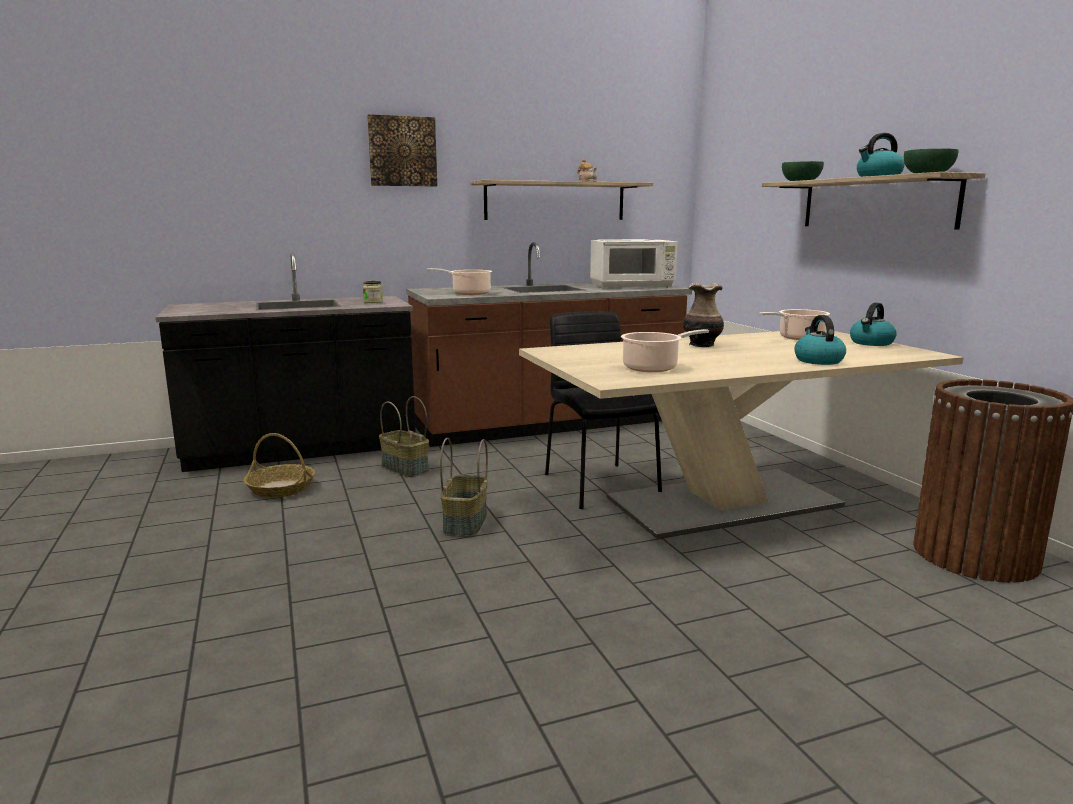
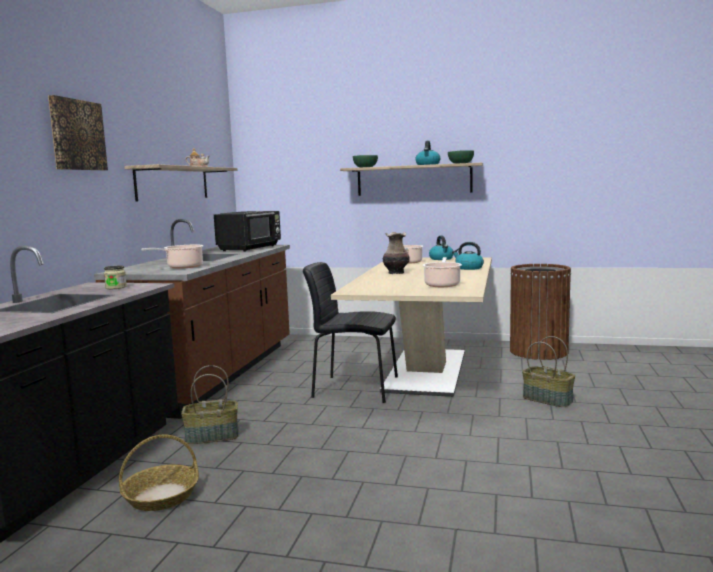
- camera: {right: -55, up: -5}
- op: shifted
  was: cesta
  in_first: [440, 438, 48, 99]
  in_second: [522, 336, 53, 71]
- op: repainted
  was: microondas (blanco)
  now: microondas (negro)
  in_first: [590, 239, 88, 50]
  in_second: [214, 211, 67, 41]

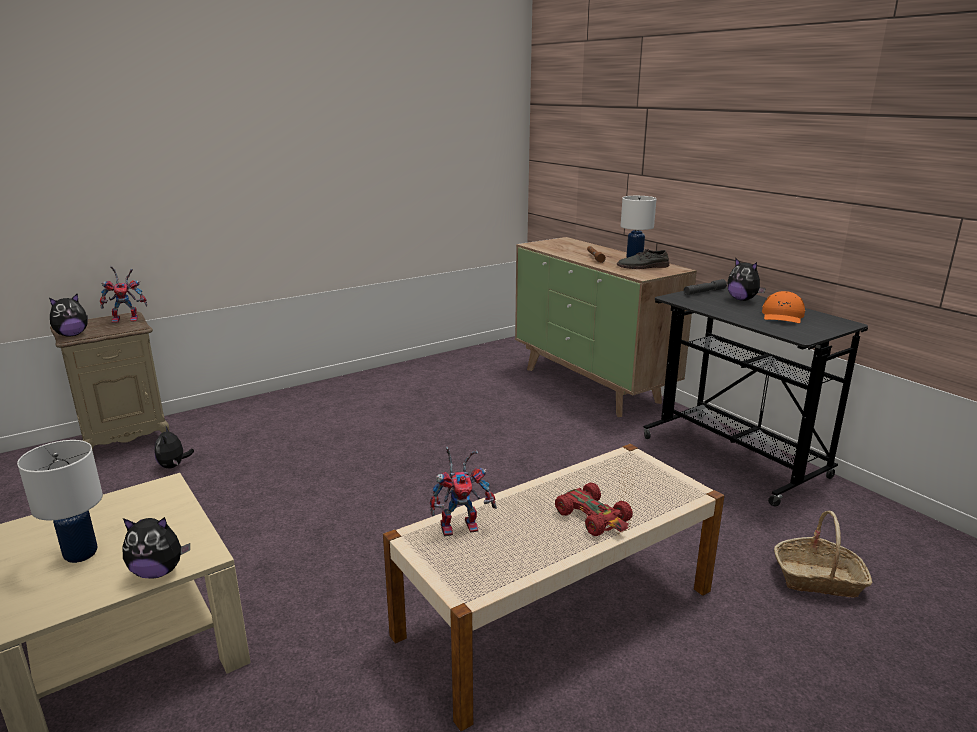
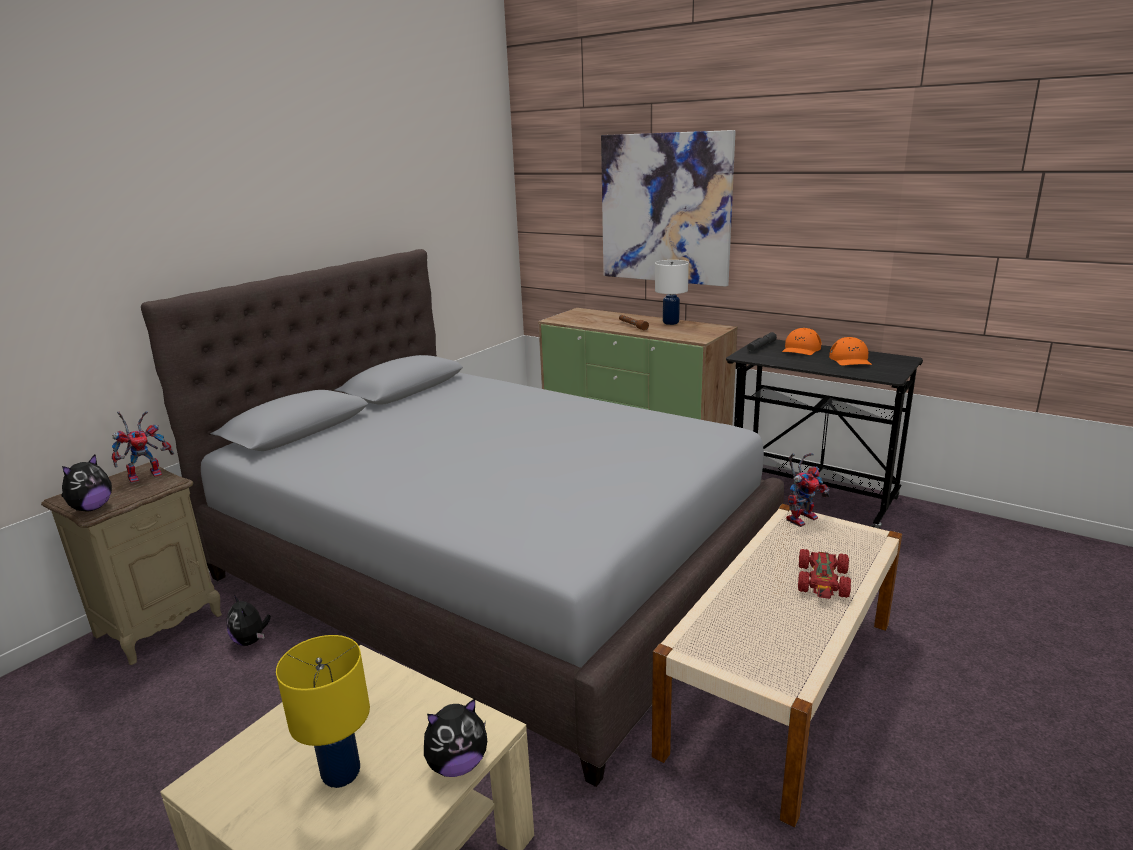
- camera: {right: -20, up: 0}
- op: gone
  was: zapato (gris)
  in_first: [617, 249, 52, 20]
- op: gone
  was: cesta
  in_first: [774, 511, 99, 87]
- op: new
  now: cama (gris)
  in_second: [141, 249, 643, 538]
- op: new
  now: cuadro
  in_second: [601, 130, 135, 157]
- op: shifted
  was: robot de juguete
  in_first: [430, 447, 67, 89]
  in_second: [786, 453, 44, 74]
- op: swapped
  was: peluche
  now: gorra (naranja)
  in_first: [727, 259, 39, 42]
  in_second: [782, 328, 39, 27]
- op: repainted
  was: lámpara de mesa (blanco)
  now: lámpara de mesa (amarillo)
  in_first: [17, 440, 86, 123]
  in_second: [276, 635, 94, 153]
- op: rotated
  was: coche de juguete (rojo)
  in_first: [555, 483, 78, 53]
  in_second: [798, 549, 53, 50]
  clockwise: 75

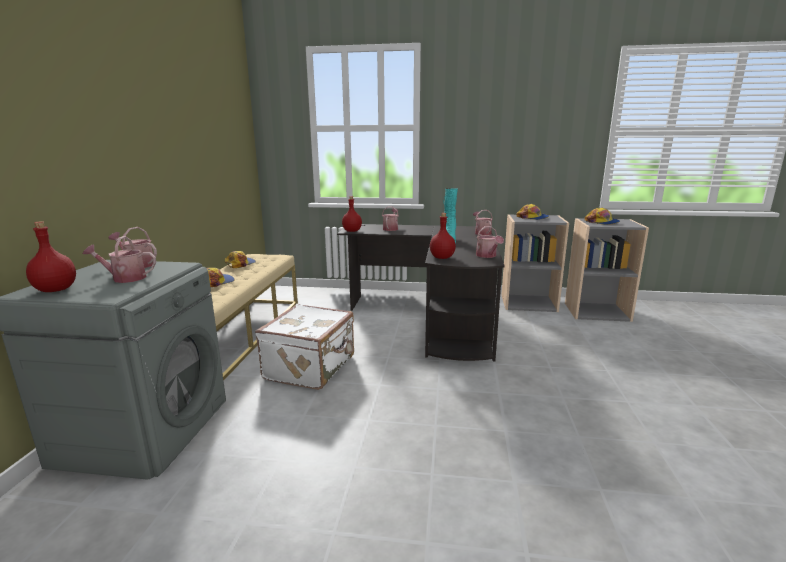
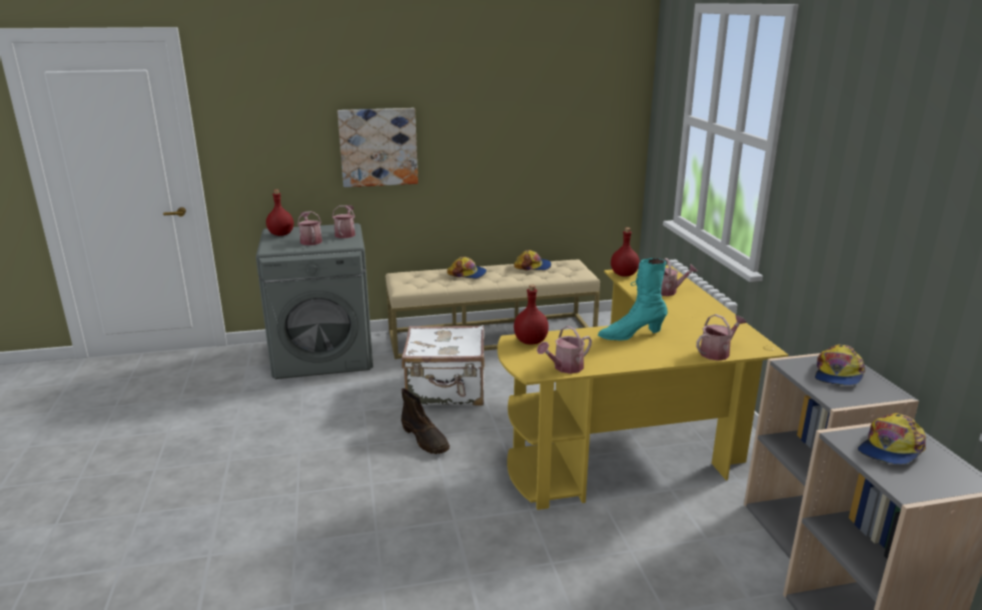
- camera: {right: 70, up: 5}
- op: new
  now: cuadro
  in_second: [337, 108, 81, 79]
- op: new
  now: bota (marrón)
  in_second: [401, 388, 49, 66]
- op: repainted
  was: escritorio (negro)
  now: escritorio (amarillo)
  in_first: [337, 224, 168, 137]
  in_second: [498, 265, 290, 245]

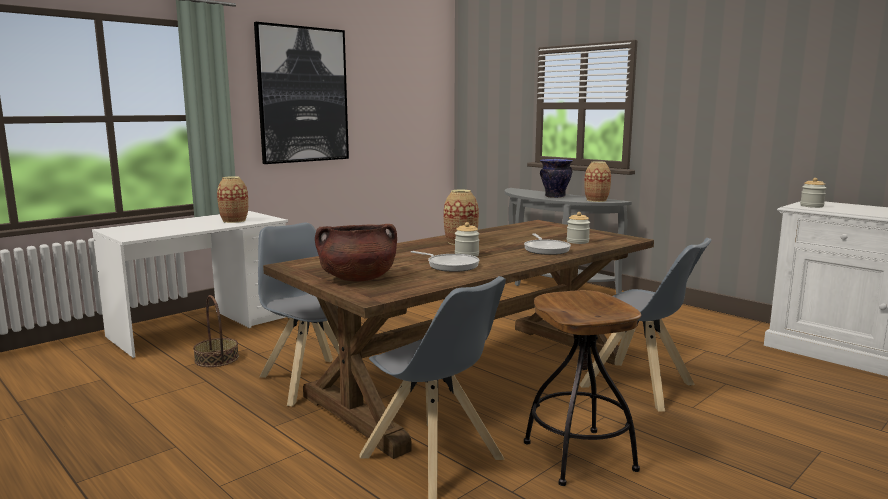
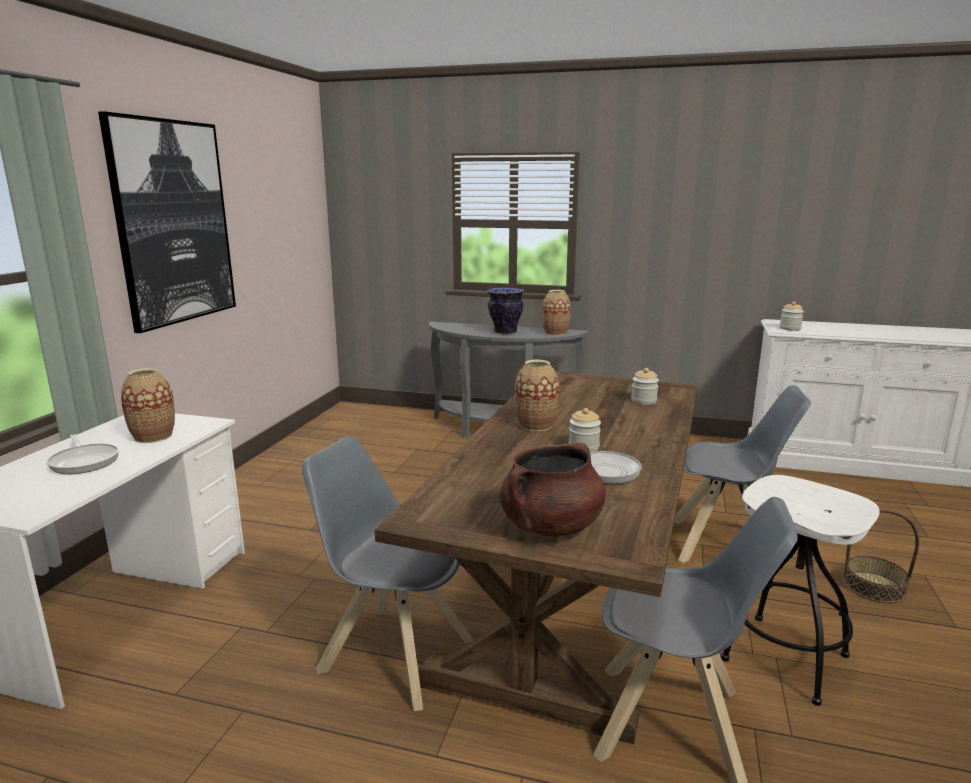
- camera: {right: -30, up: 5}
- op: shifted
  was: cesta
  in_first: [193, 295, 46, 72]
  in_second: [843, 509, 76, 94]
- op: shifted
  was: sartén
  in_first: [524, 234, 47, 21]
  in_second: [47, 434, 72, 40]
- op: repainted
  was: taburete (marrón)
  now: taburete (blanco)
  in_first: [524, 290, 117, 196]
  in_second: [721, 475, 159, 231]

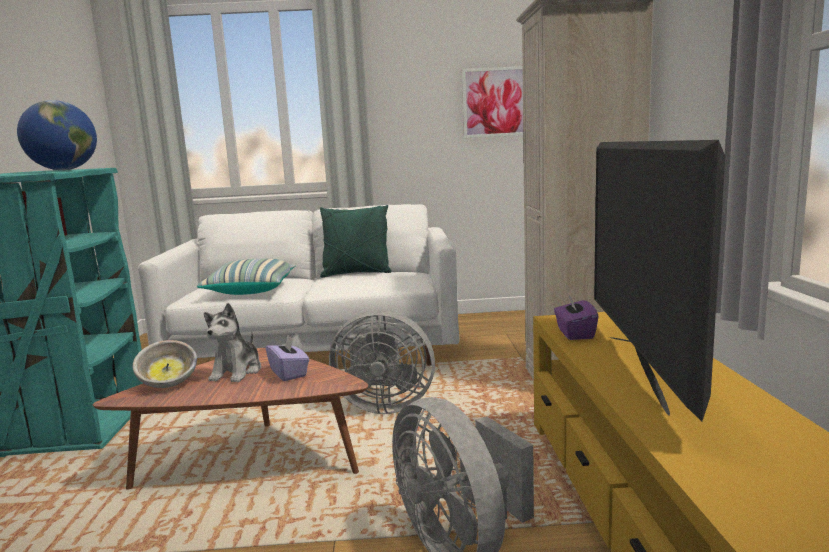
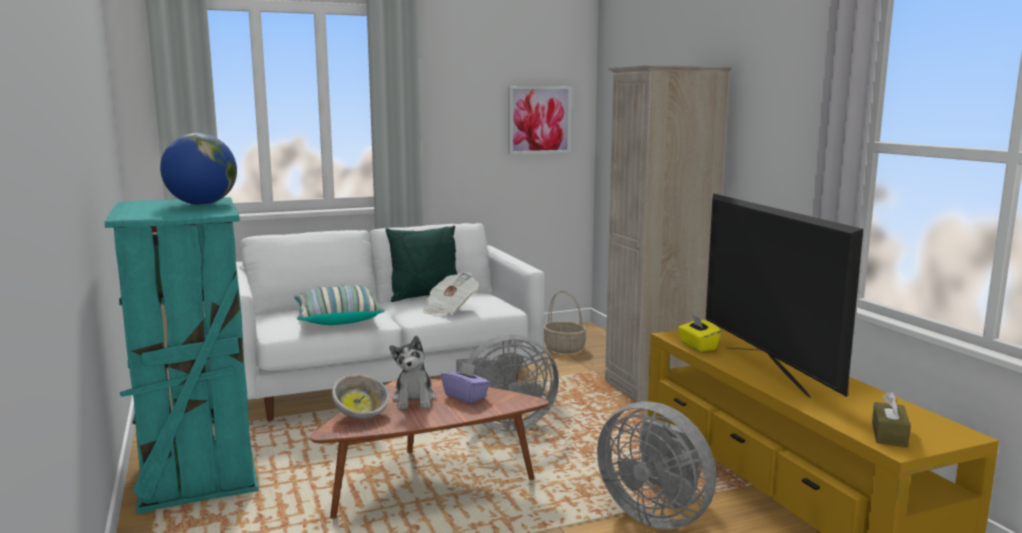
- camera: {right: -20, up: 0}
- op: new
  now: periódico
  in_second: [423, 272, 56, 43]
- op: new
  now: cesta
  in_second: [544, 290, 43, 64]
- op: new
  now: caja de pañuelos (marrón)
  in_second: [872, 391, 39, 56]
- op: repainted
  was: caja de pañuelos (morado)
  now: caja de pañuelos (amarillo)
  in_first: [554, 294, 45, 46]
  in_second: [678, 314, 44, 38]

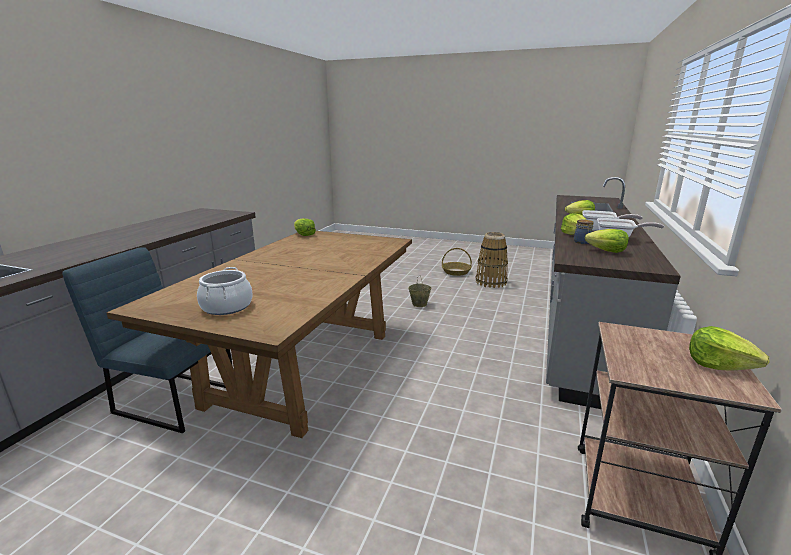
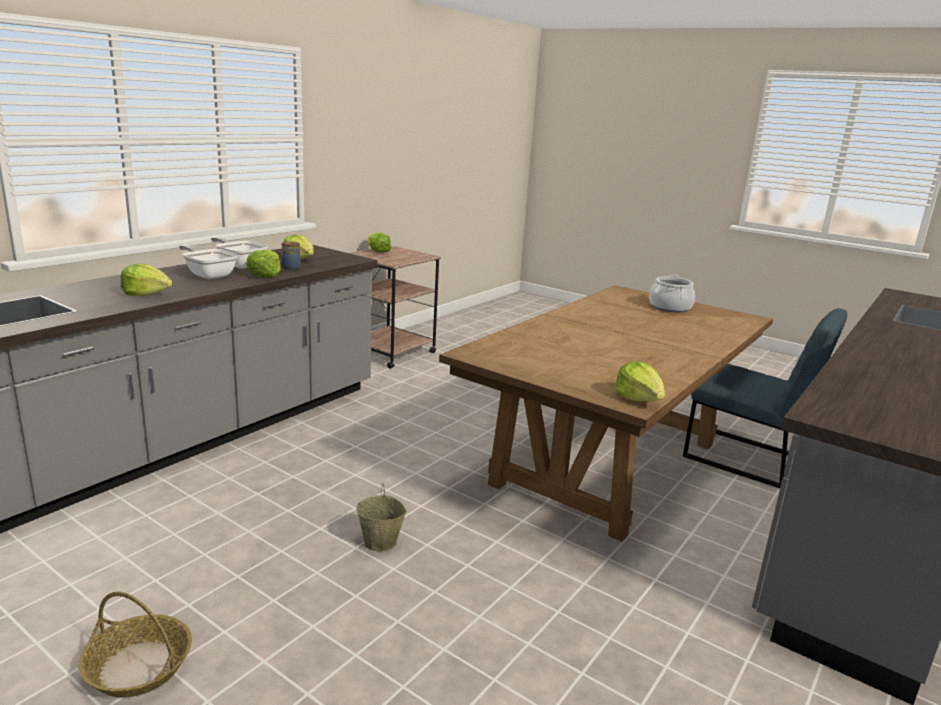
- camera: {right: -165, up: 0}
- op: gone
  was: cesta
  in_first: [476, 232, 32, 56]

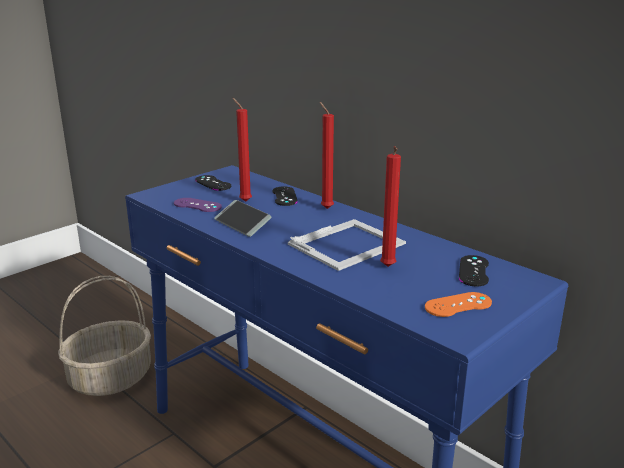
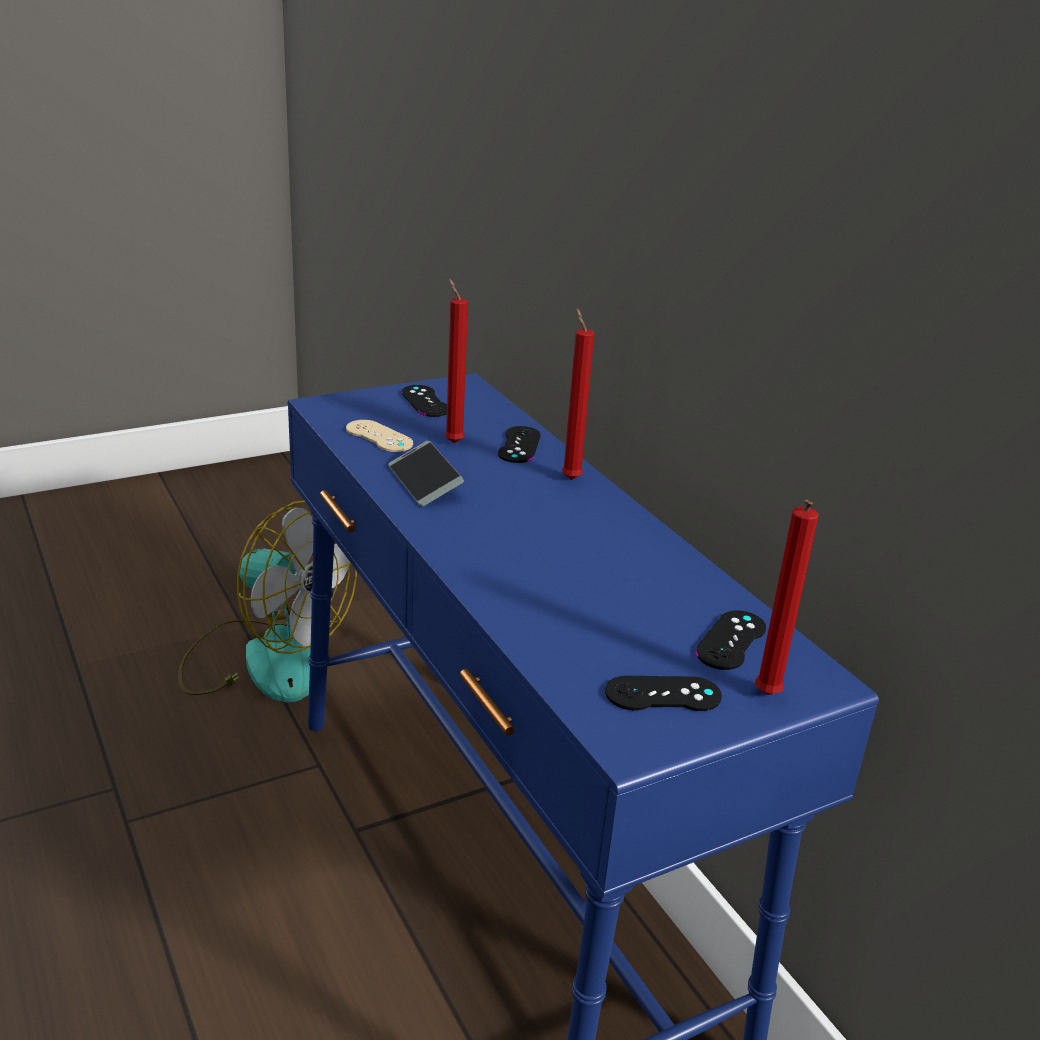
- camera: {right: 15, up: 5}
- op: gone
  was: portarretratos
  in_first: [288, 219, 118, 52]
- op: shifted
  was: vela (rojo)
  in_first: [380, 146, 21, 121]
  in_second: [755, 499, 63, 196]
- op: swapped
  was: cesta
  now: ventilador
  in_first: [58, 276, 93, 120]
  in_second: [178, 501, 179, 201]
- op: repainted
  was: mando de consola (morado)
  now: mando de consola (beis)
  in_first: [174, 198, 48, 14]
  in_second: [346, 420, 67, 32]
- op: repainted
  was: mando de consola (naranja)
  now: mando de consola (negro)
  in_first: [425, 292, 67, 25]
  in_second: [605, 676, 117, 35]

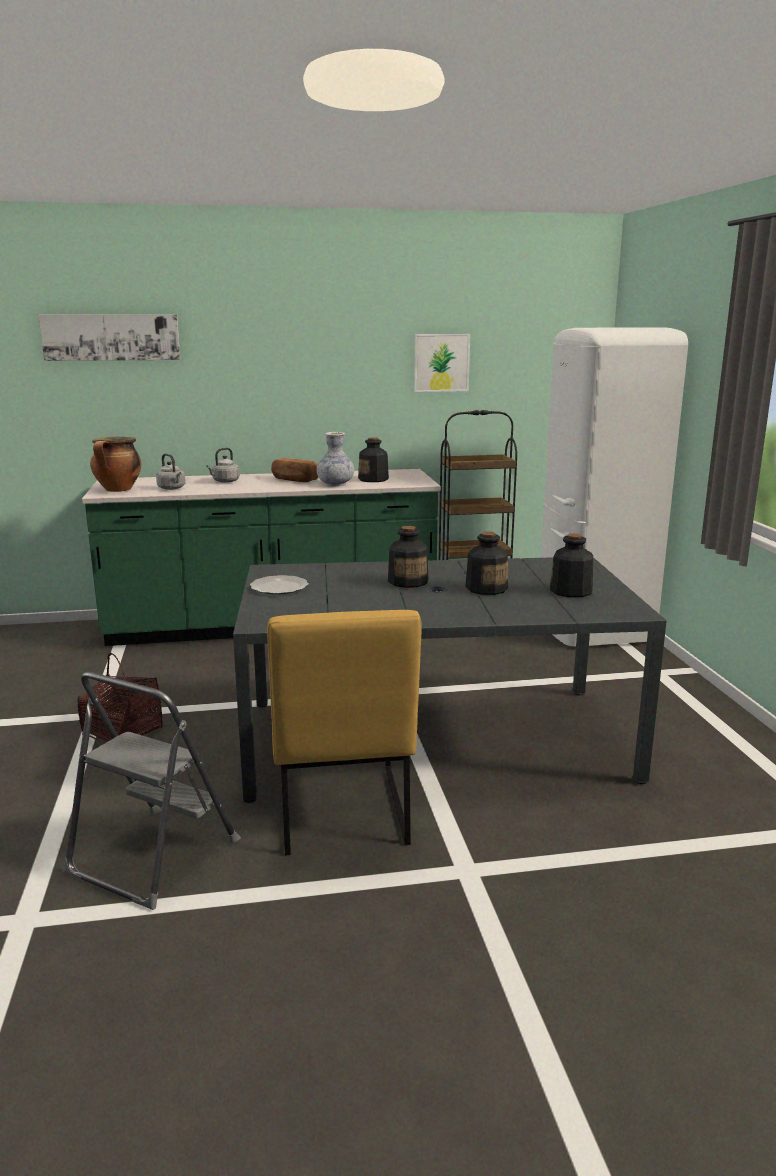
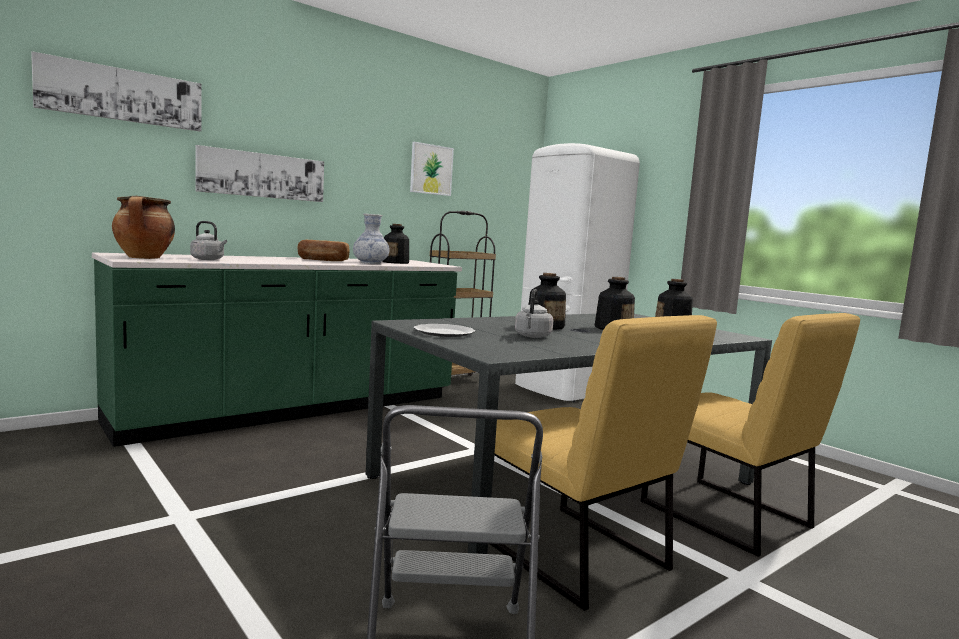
- camera: {right: -30, up: -10}
- op: gone
  was: cesta
  in_first: [78, 653, 85, 91]
- op: new
  now: cuadro
  in_second: [196, 145, 128, 57]
- op: new
  now: silla (amarillo)
  in_second: [641, 313, 219, 244]
- op: shifted
  was: hervidor (gris)
  in_first: [206, 448, 34, 35]
  in_second: [515, 289, 38, 49]

